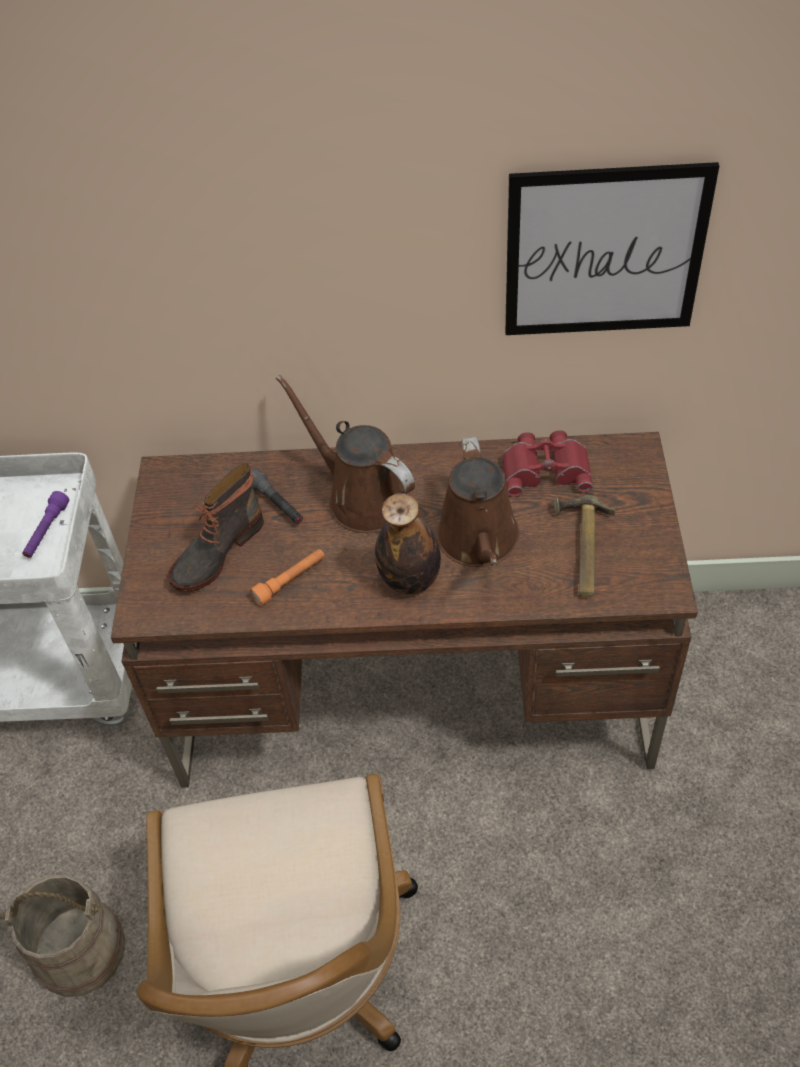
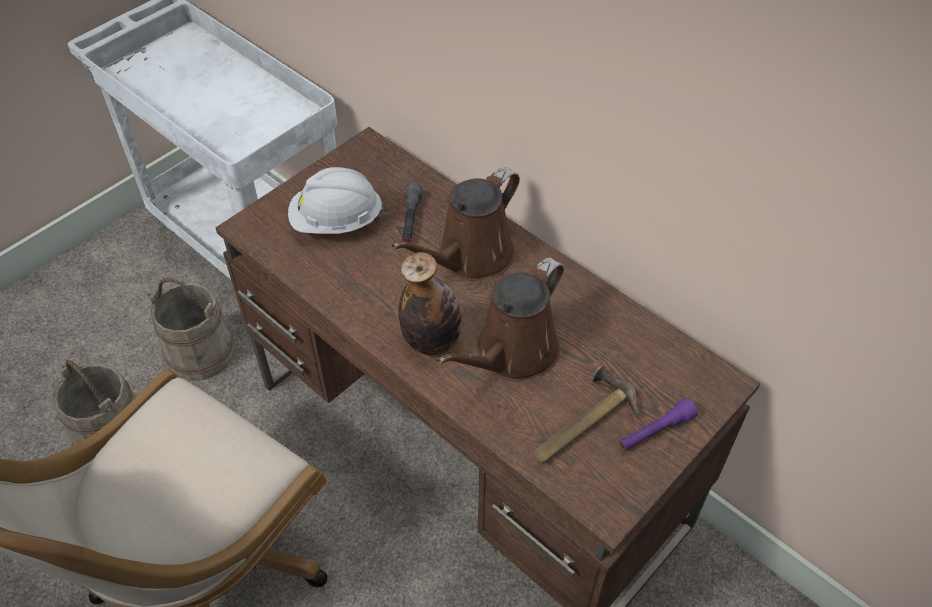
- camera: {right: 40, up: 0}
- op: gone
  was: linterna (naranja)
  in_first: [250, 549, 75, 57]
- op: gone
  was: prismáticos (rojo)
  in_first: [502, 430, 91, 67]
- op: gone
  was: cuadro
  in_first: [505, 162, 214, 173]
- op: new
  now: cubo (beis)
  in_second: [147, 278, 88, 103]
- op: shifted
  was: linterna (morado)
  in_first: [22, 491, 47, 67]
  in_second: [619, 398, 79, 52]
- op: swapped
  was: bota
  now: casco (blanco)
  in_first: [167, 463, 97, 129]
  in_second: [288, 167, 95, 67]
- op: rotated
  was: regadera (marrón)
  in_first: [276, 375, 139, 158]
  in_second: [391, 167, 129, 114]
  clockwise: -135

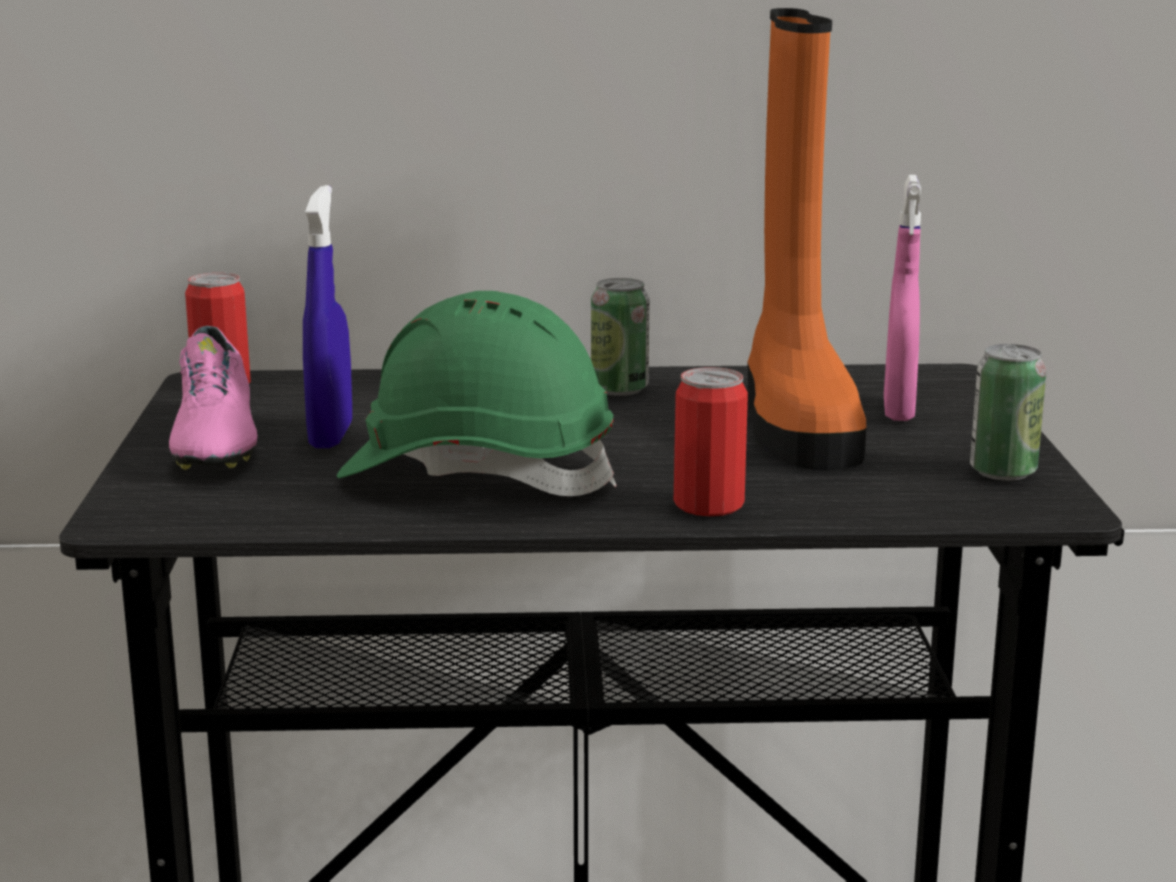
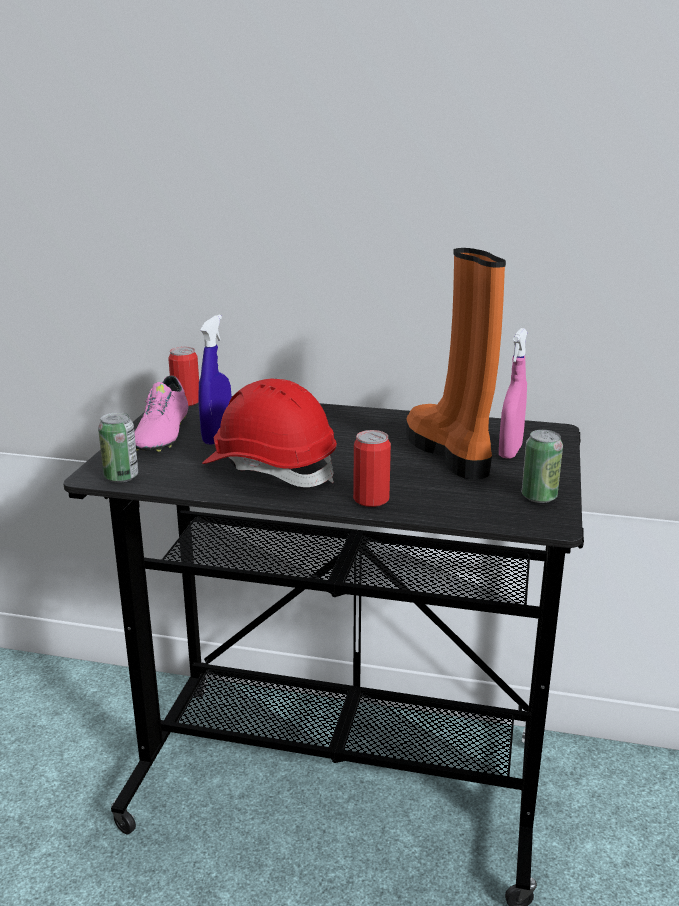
- camera: {right: 15, up: 5}
- op: shifted
  was: lata
  in_first: [591, 278, 59, 118]
  in_second: [98, 412, 40, 71]
- op: repainted
  was: casco (verde)
  now: casco (rojo)
  in_first: [337, 291, 279, 205]
  in_second: [202, 378, 135, 109]
- op: rotated
  was: bota (naranja)
  in_first: [747, 8, 119, 462]
  in_second: [406, 248, 100, 232]
  clockwise: 150

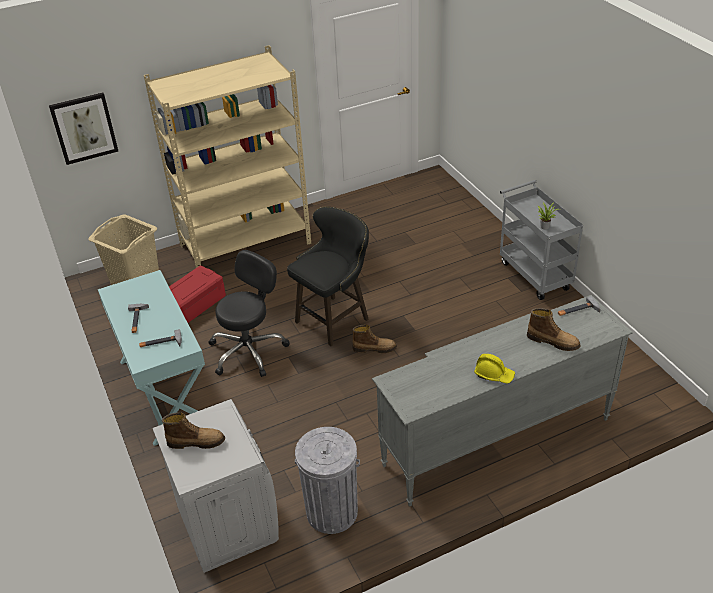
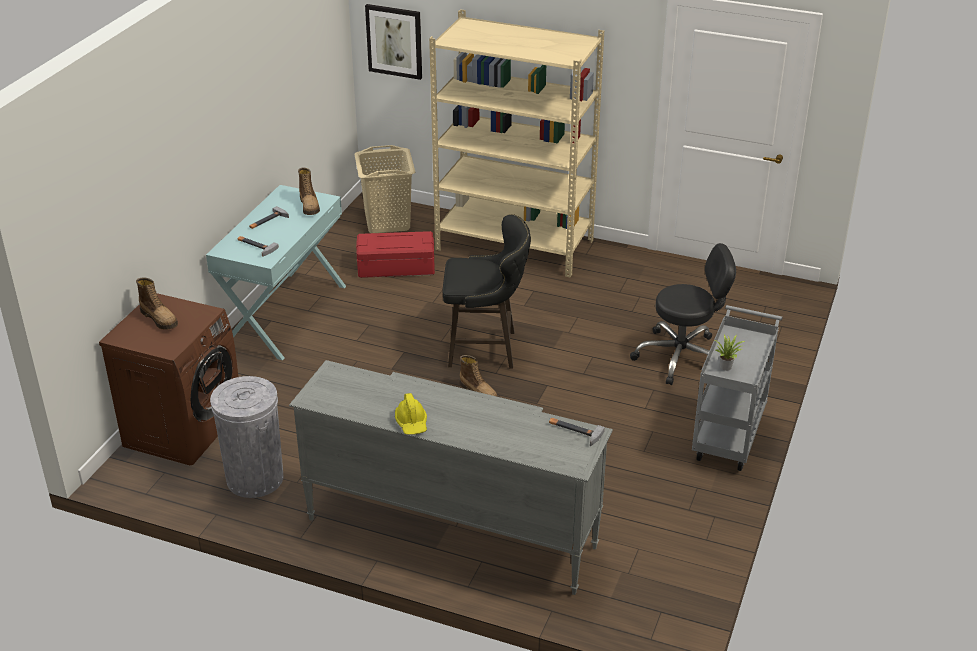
- camera: {right: 45, up: -5}
- op: shifted
  was: silla de oficina (negro)
  in_first: [208, 250, 82, 127]
  in_second: [630, 243, 106, 142]
- op: shifted
  was: bota
  in_first: [527, 308, 53, 43]
  in_second: [298, 167, 22, 48]
- op: repainted
  was: lavadora (blanco)
  now: lavadora (marrón)
  in_first: [153, 399, 126, 174]
  in_second: [99, 293, 139, 172]

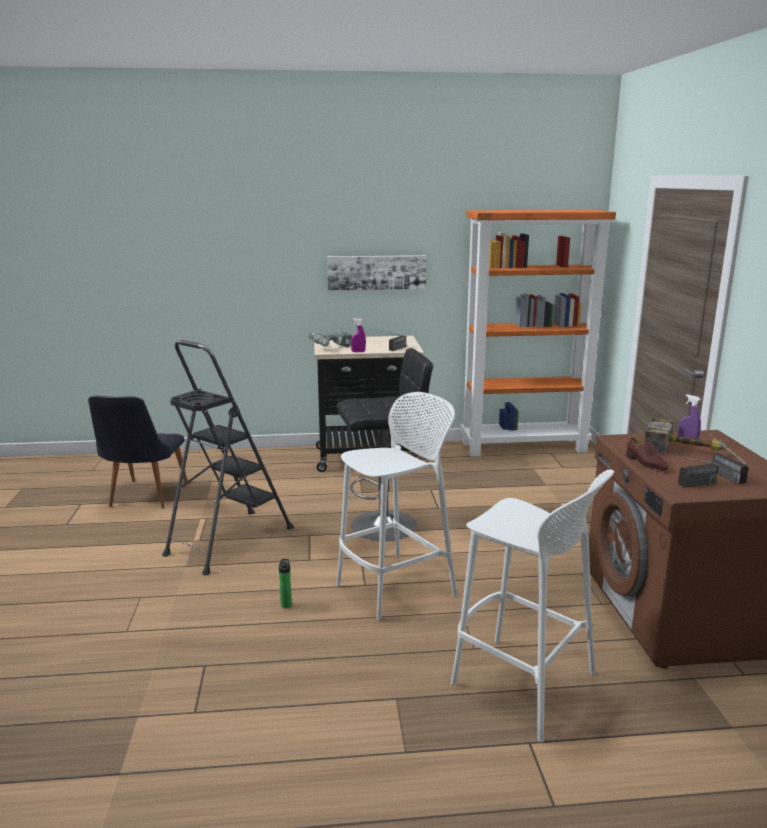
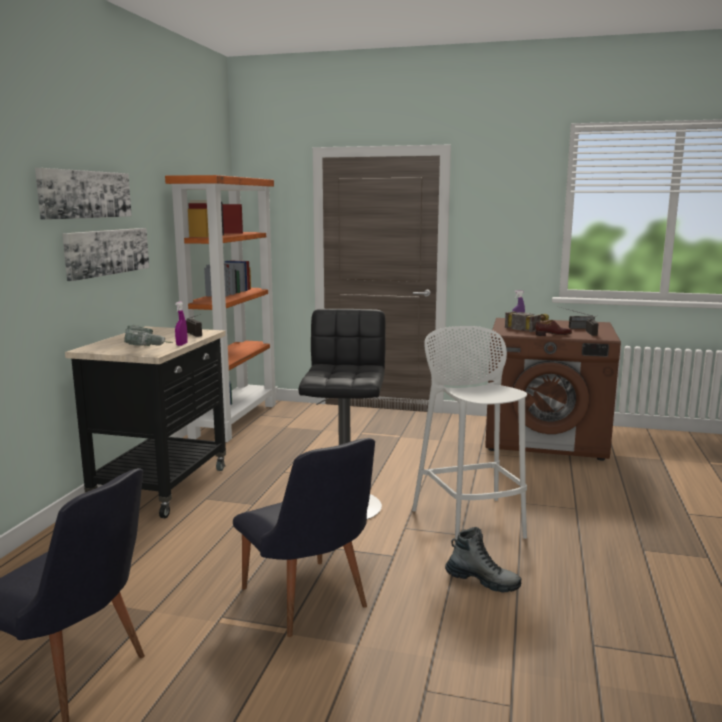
- camera: {right: -70, up: -5}
- op: gone
  was: taburete (blanco)
  in_first: [451, 469, 163, 273]
- op: new
  now: cuadro
  in_second: [35, 168, 97, 52]
- op: swapped
  was: escalera de tijera
  now: silla (negro)
  in_first: [162, 340, 132, 235]
  in_second: [233, 438, 142, 199]
- op: swapped
  was: botella
  now: bota
  in_first: [279, 559, 13, 49]
  in_second: [445, 527, 76, 66]

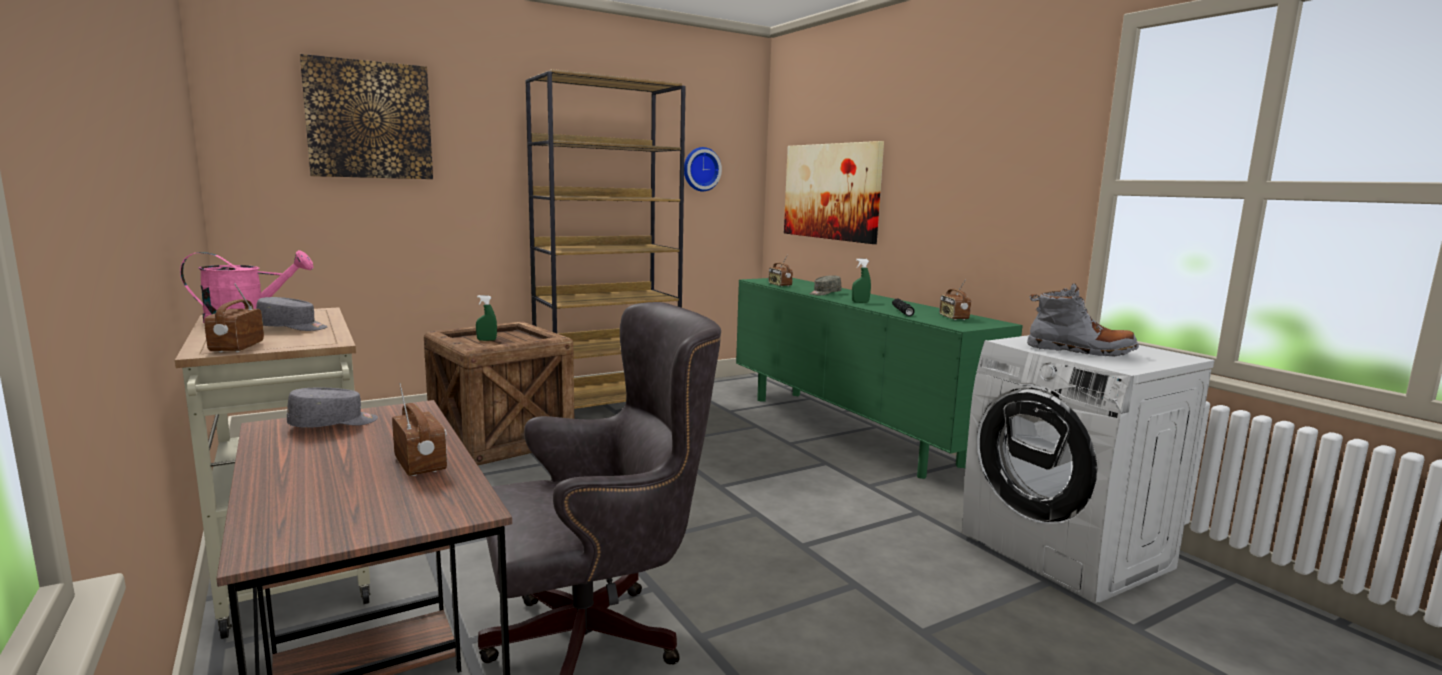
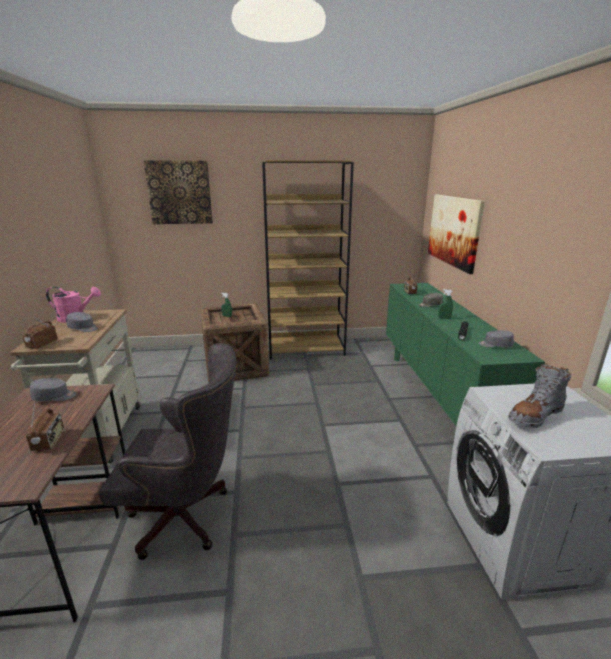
- camera: {right: 25, up: 10}
- op: gone
  was: reloj de pared
  in_first: [684, 147, 38, 44]
- op: swapped
  was: radio
  now: gorra (gris)
  in_first: [939, 279, 32, 41]
  in_second: [478, 330, 36, 17]
- op: rotated
  was: bota (gris)
  in_first: [1027, 283, 112, 74]
  in_second: [508, 364, 63, 64]
  clockwise: 105

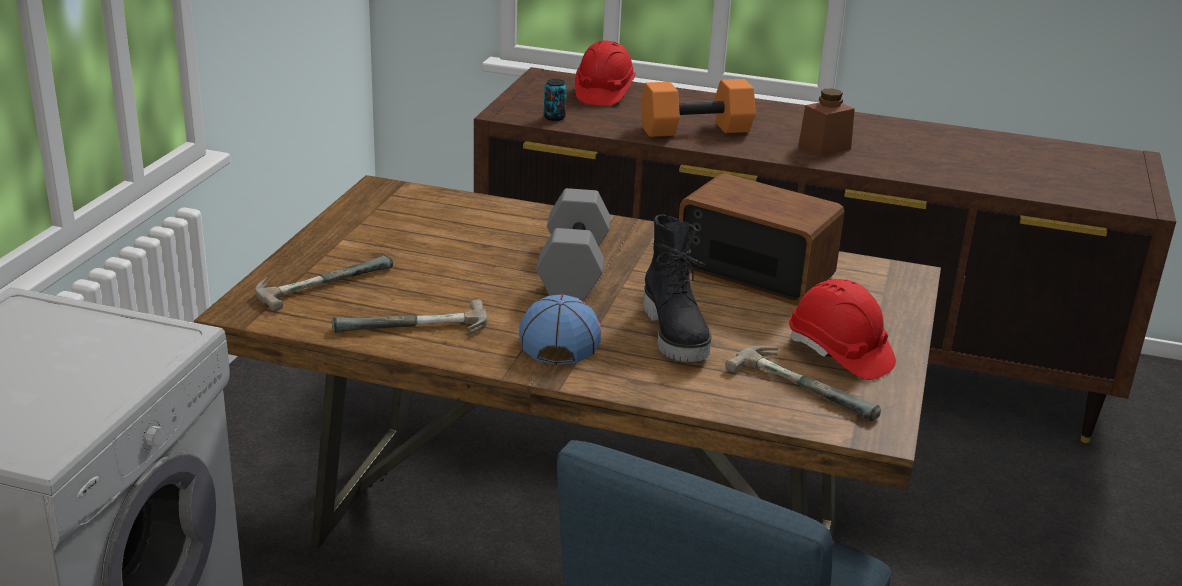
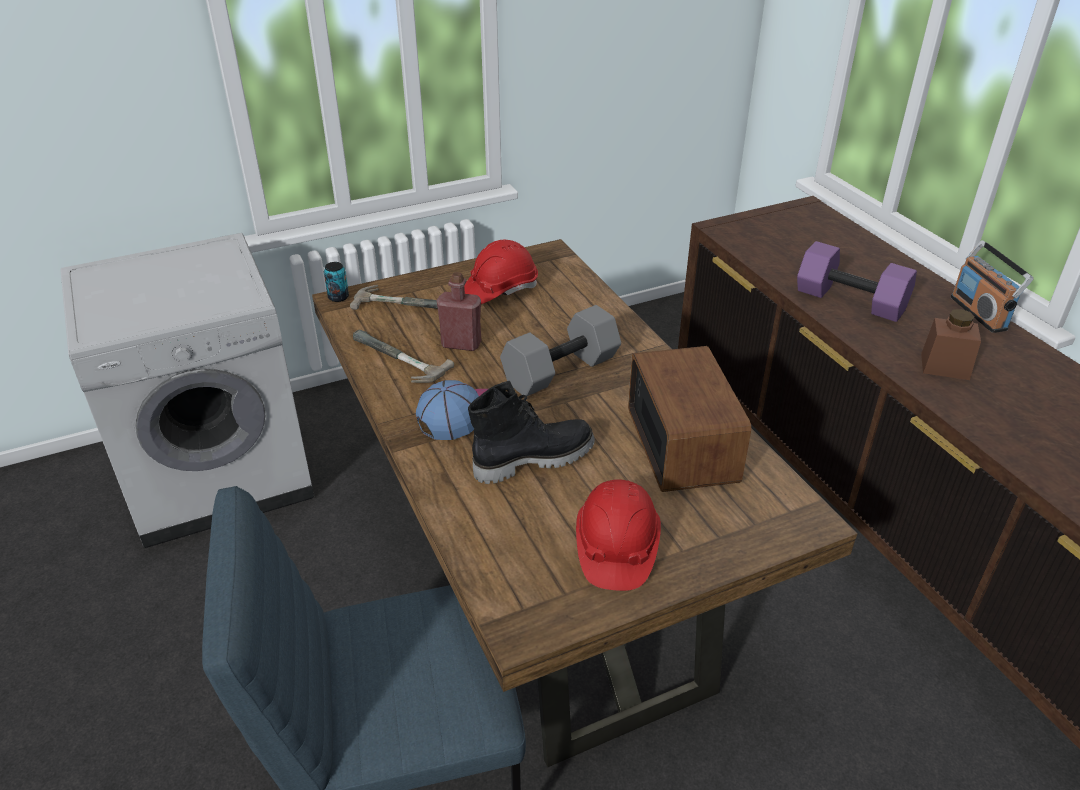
- camera: {right: 50, up: 10}
- op: gone
  was: martillo
  in_first: [725, 346, 156, 75]
- op: new
  now: botella (rojo)
  in_second: [437, 272, 44, 79]
- op: new
  now: radio
  in_second: [951, 240, 83, 93]
- op: shifted
  was: lata
  in_first: [544, 79, 23, 42]
  in_second: [324, 262, 25, 40]
- op: shifted
  was: casco (rojo)
  in_first: [575, 40, 61, 66]
  in_second: [464, 240, 74, 64]
- op: repainted
  was: mancuerna (naranja)
  now: mancuerna (morado)
  in_first: [640, 79, 116, 58]
  in_second: [797, 241, 120, 81]
- op: rotated
  was: bota (negro)
  in_first: [643, 215, 69, 147]
  in_second: [468, 381, 127, 103]
  clockwise: -150

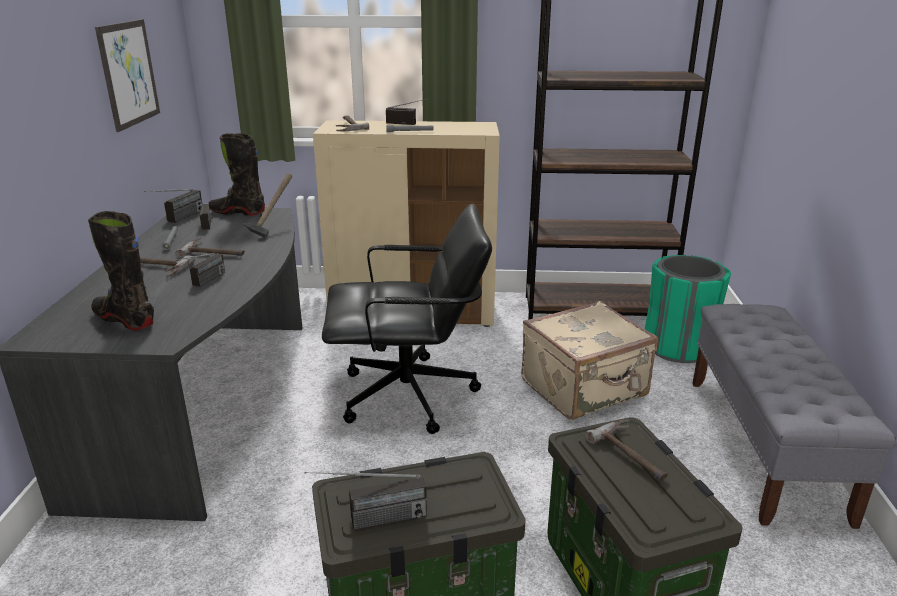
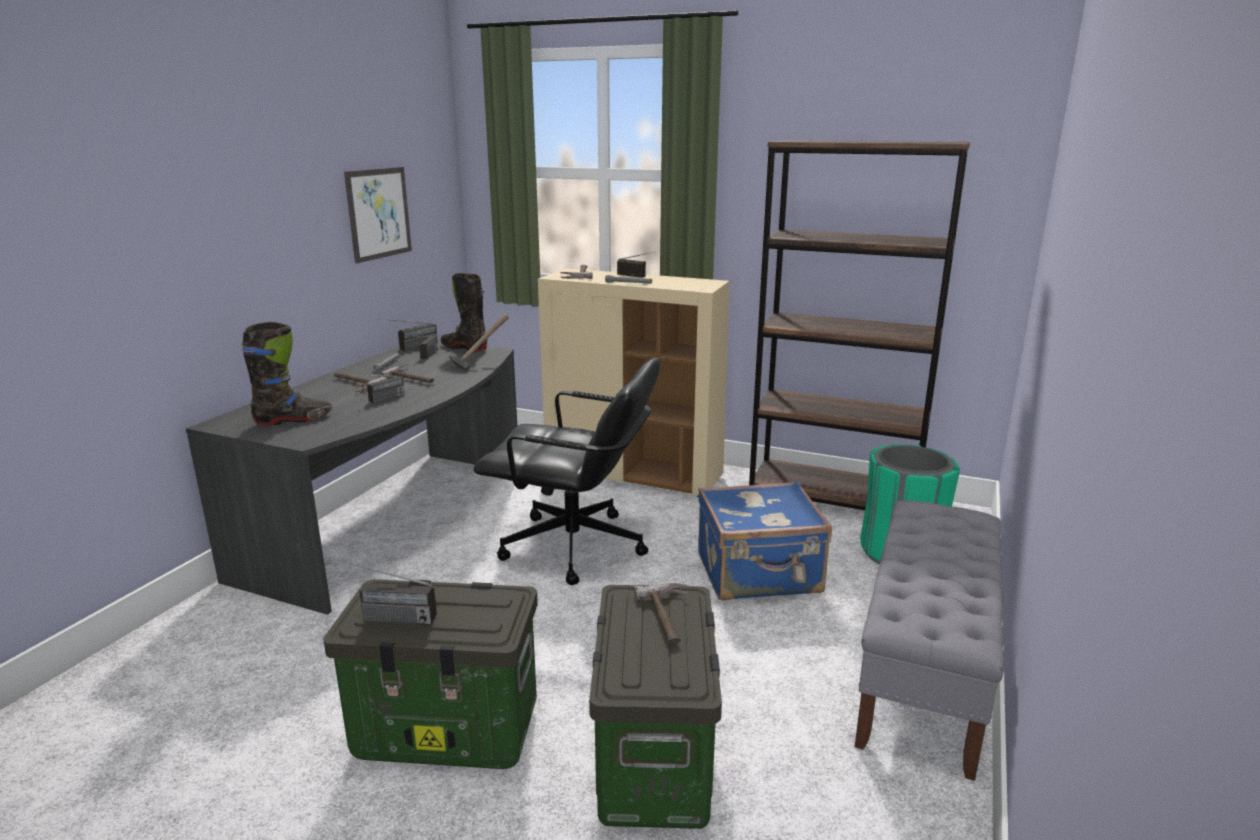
- camera: {right: 20, up: -5}
- op: repainted
  was: maleta (beis)
  now: maleta (azul)
  in_first: [522, 301, 136, 119]
  in_second: [698, 481, 134, 120]
- op: rotated
  was: bota (negro)
  in_first: [88, 211, 66, 119]
  in_second: [242, 322, 90, 104]
  clockwise: 105

